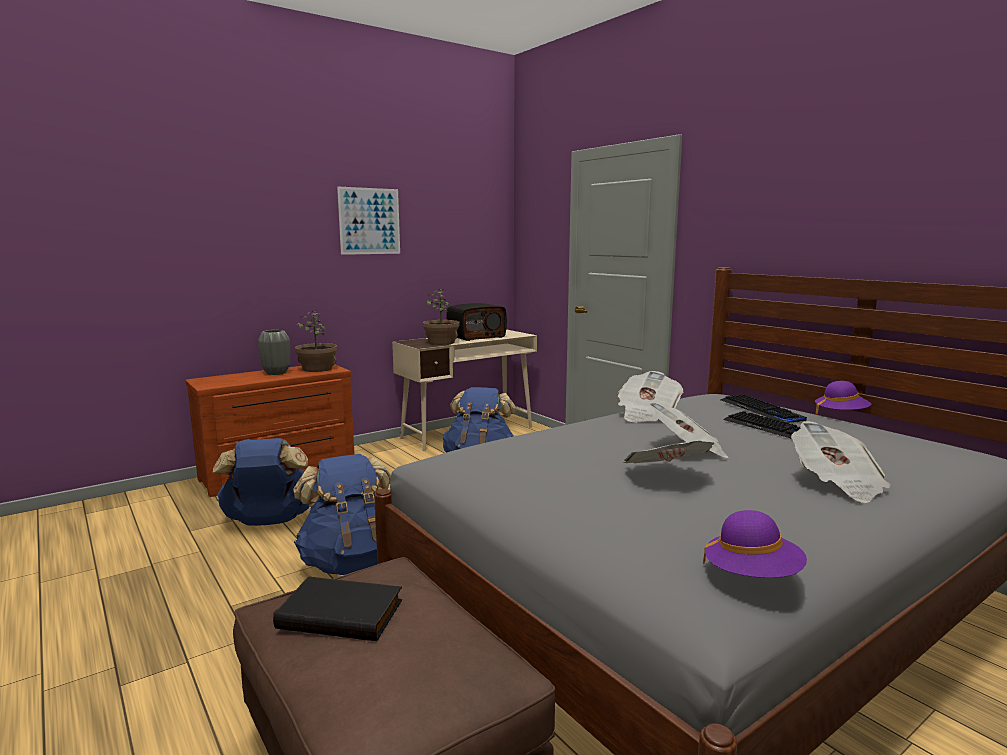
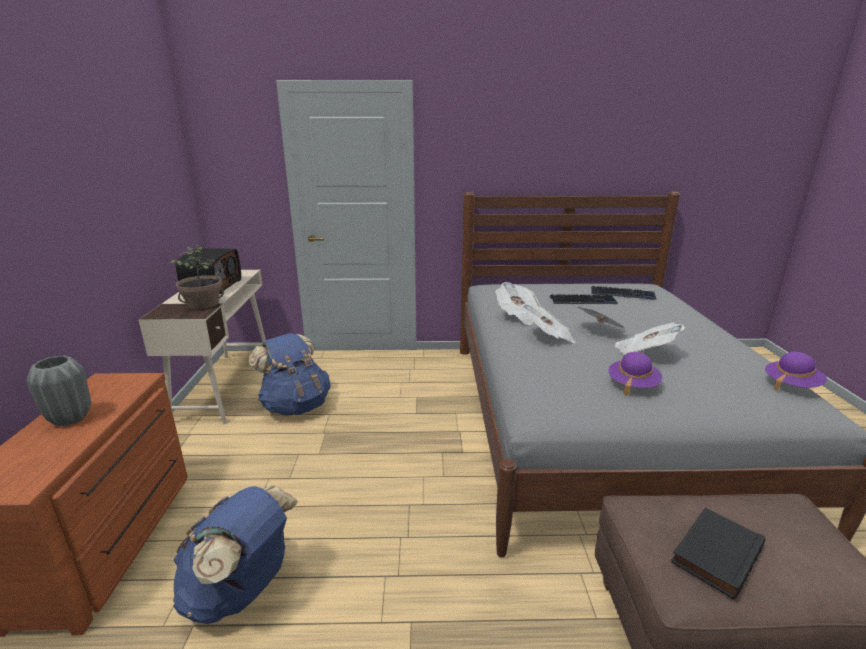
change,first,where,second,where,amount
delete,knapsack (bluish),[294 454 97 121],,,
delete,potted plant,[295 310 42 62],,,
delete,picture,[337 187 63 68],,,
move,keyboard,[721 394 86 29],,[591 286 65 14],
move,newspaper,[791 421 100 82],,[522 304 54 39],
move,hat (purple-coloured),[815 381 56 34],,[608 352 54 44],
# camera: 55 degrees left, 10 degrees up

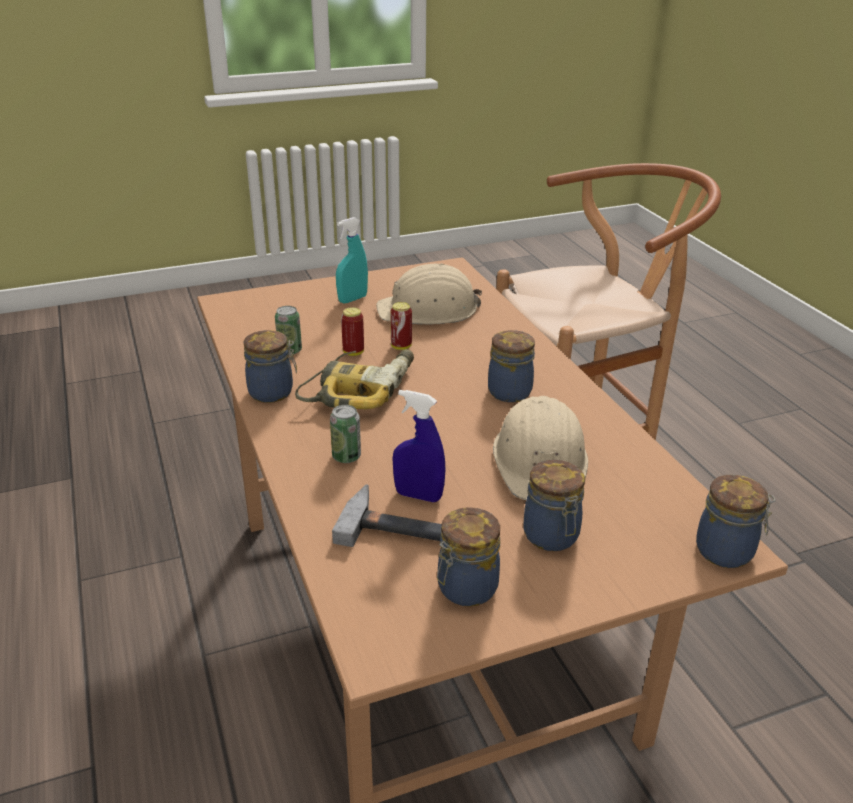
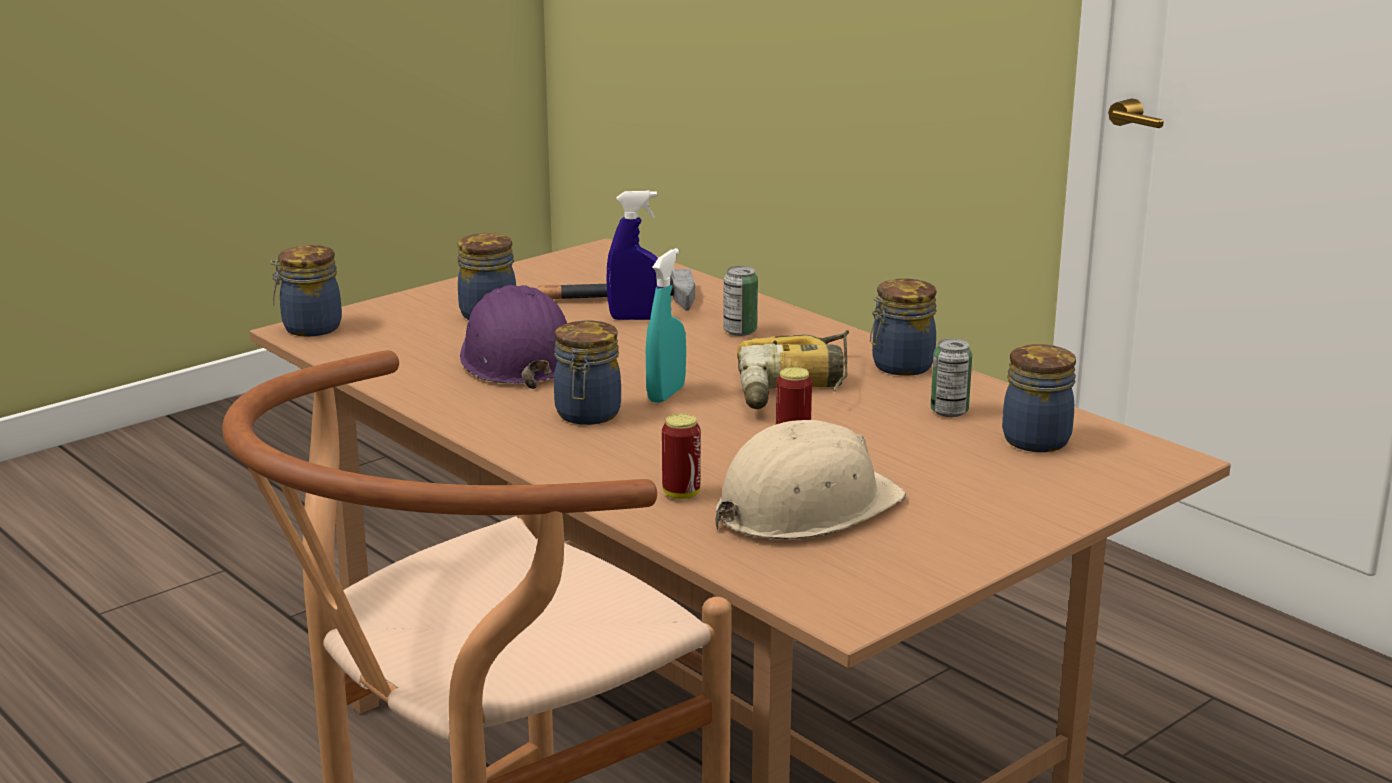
change,first,where,second,where,amount
move,hand sprayer (blue-green),[336 217 32 86],,[646 248 40 155],
move,can,[341 307 23 49],,[662 414 39 85],
move,preserve jar,[437 507 63 100],,[1002 344 74 108],
recolor,safety helmet (beige),[493 396 95 104],safety helmet (purple-coloured),[460 285 107 104],
# camera: 160 degrees right, 10 degrees down

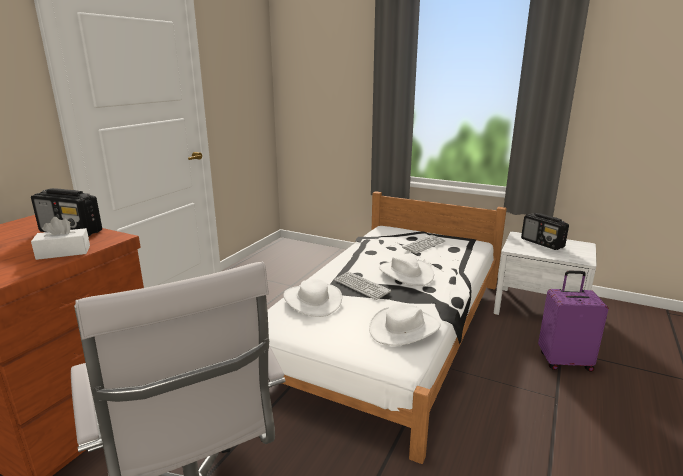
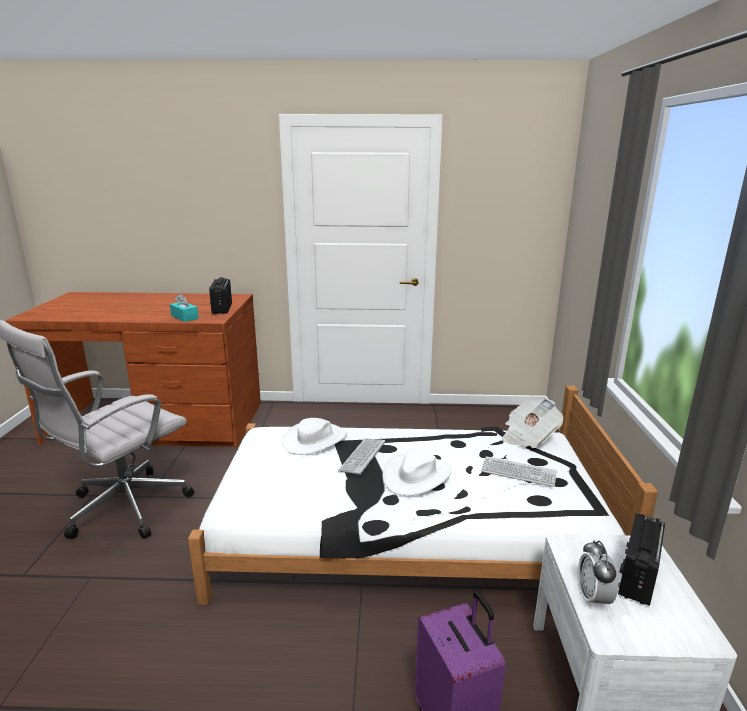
change,first,where,second,where,amount
delete,hat (white-coloured),[369 303 71 43],,,
insert,,,newspaper,[502 399 61 49],
insert,,,table clock,[578 540 40 69],
recolor,tissue holder (white-coloured),[31 217 59 43],tissue holder (blue-green),[170 294 29 28],
# camera: 65 degrees right, 0 degrees up

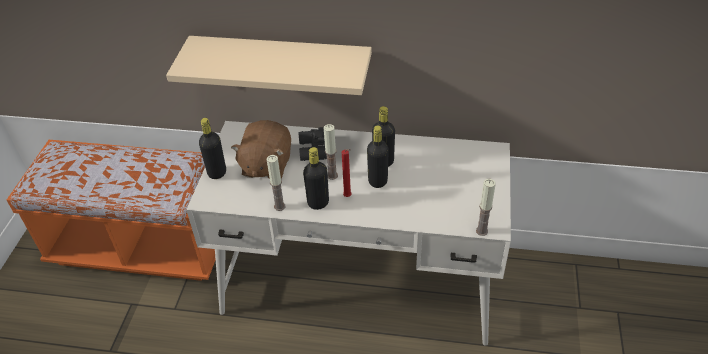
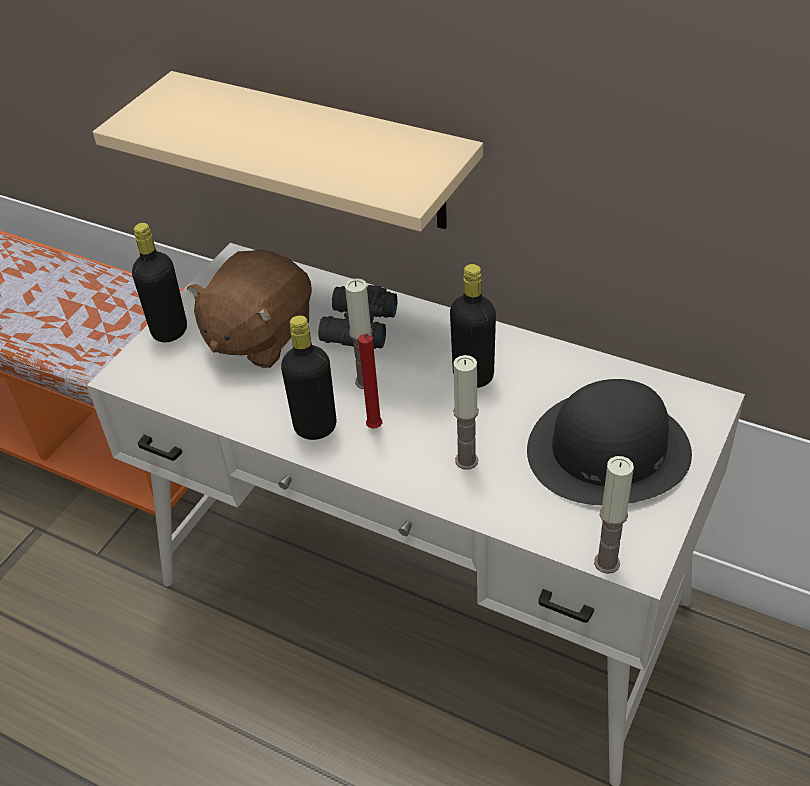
change,first,where,second,where,amount
delete,drink bottle (black),[367 125 22 63],,,
insert,,,hat (black),[527 379 165 126],
move,wax light,[267 155 18 56],,[453 355 26 115],
# camera: 20 degrees right, 0 degrees up

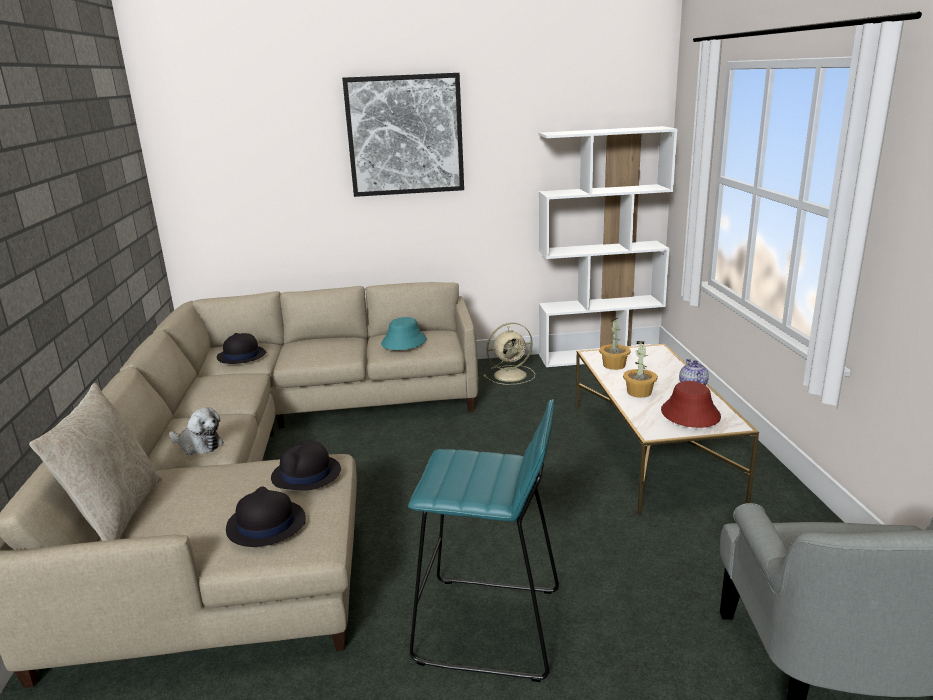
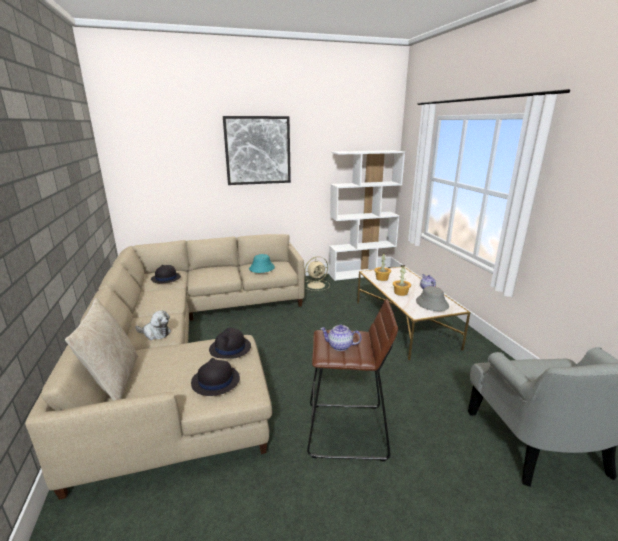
change,first,where,second,where,amount
insert,,,tea pot,[320 324 42 27],
recolor,stool (blue-green),[408 399 151 283],stool (brown),[307 299 91 162],
recolor,hat (red-coloured),[661 381 60 47],hat (grey),[416 286 33 25],
# camera: 10 degrees left, 0 degrees up

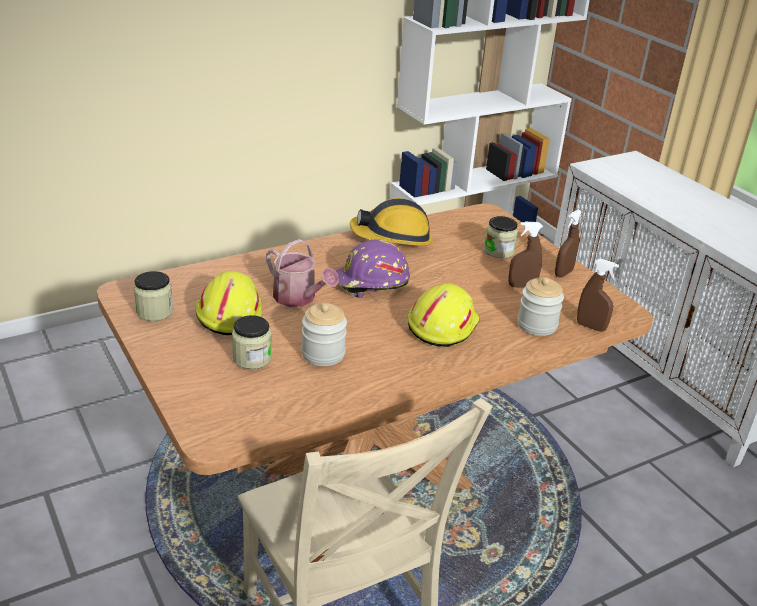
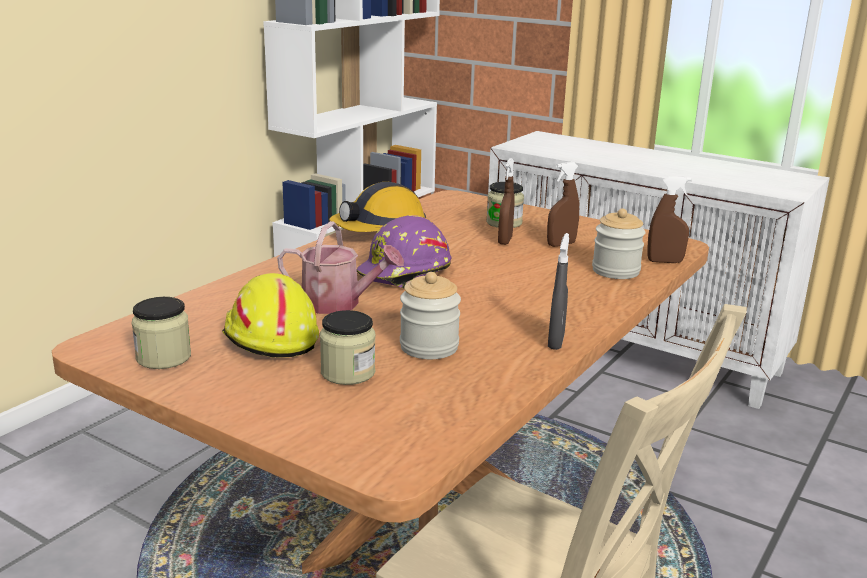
change,first,where,second,where,amount
delete,safety helmet (yellow),[408 283 72 64],,,
insert,,,hand sprayer (grey),[548 233 21 117],
move,hand sprayer (brown),[555 210 27 68],,[498 158 17 87],
# camera: 25 degrees left, 10 degrees down

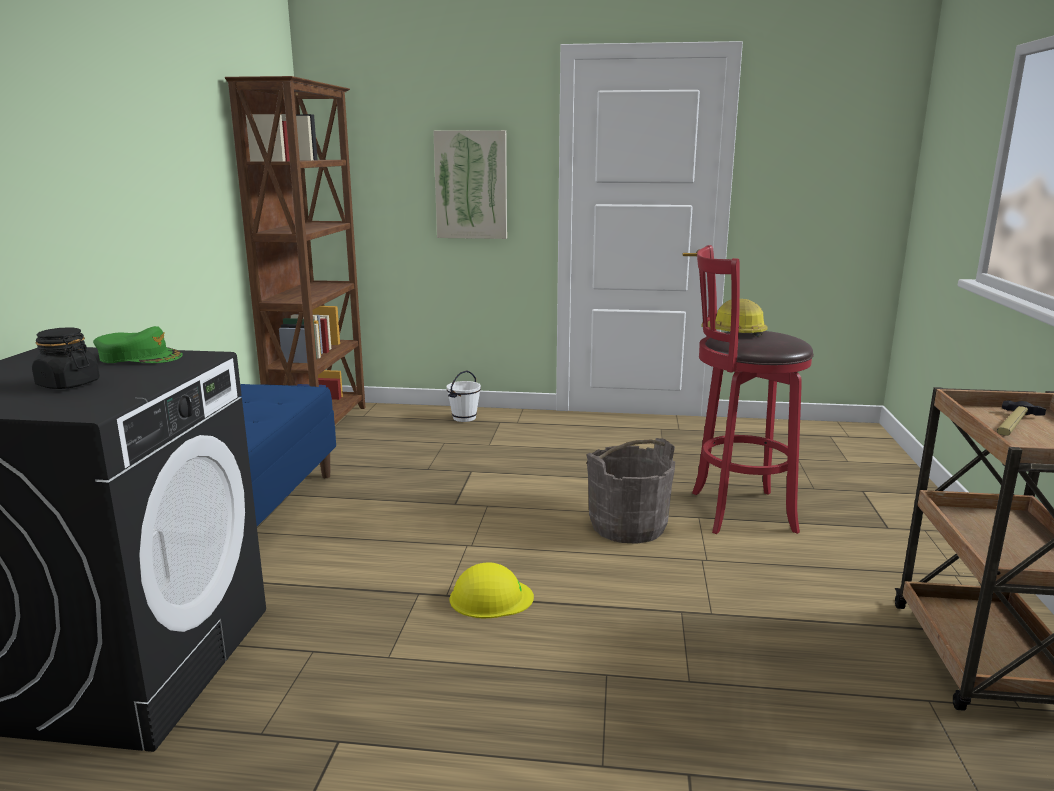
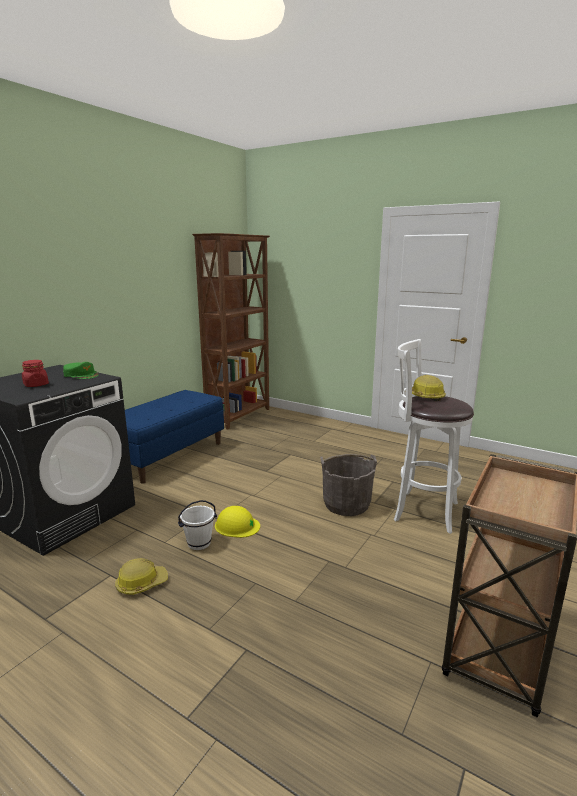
change,first,where,second,where,amount
delete,picture,[433 130 74 109],,,
delete,hand hammer,[997 401 49 35],,,
insert,,,safety helmet,[115 558 53 37],
move,pail (white-coloured),[447 370 34 52],,[178 500 39 50],
recolor,preserve jar (black),[32 327 68 62],preserve jar (red-coloured),[22 360 27 27],
recolor,stool (red-coloured),[692 245 122 289],stool (white-coloured),[394 339 80 195],
# camera: 25 degrees right, 0 degrees up

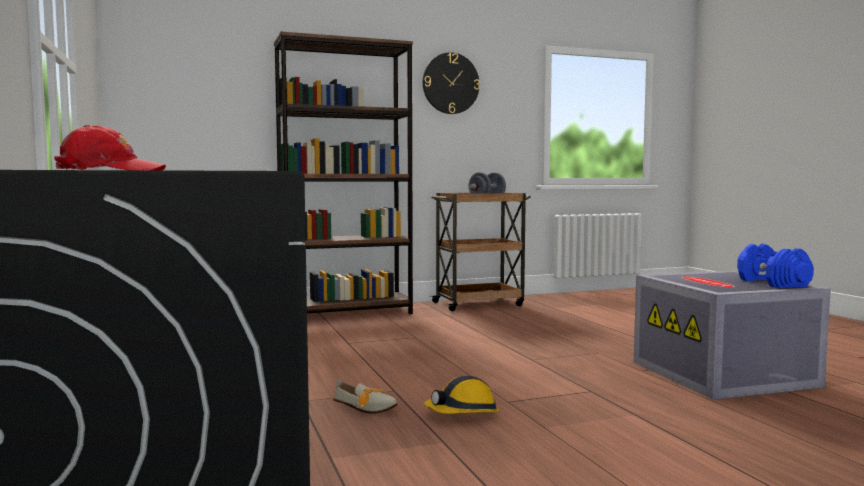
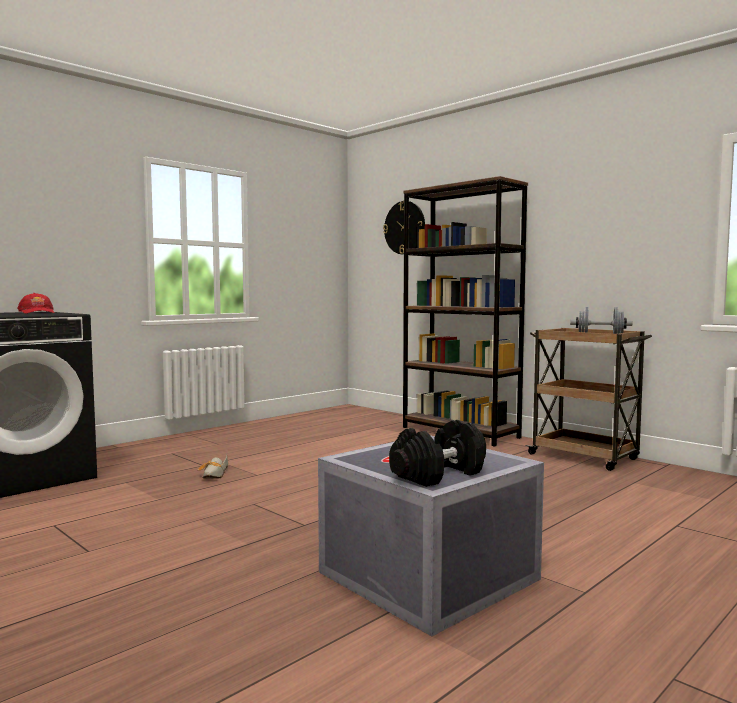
change,first,where,second,where,amount
delete,safety helmet,[424 375 76 39],,,
move,wall clock,[423 52 57 62],,[383 201 42 53],
recolor,dumbbell (bluish),[737 244 77 44],dumbbell (black),[389 420 97 67],
# camera: 65 degrees right, 0 degrees up

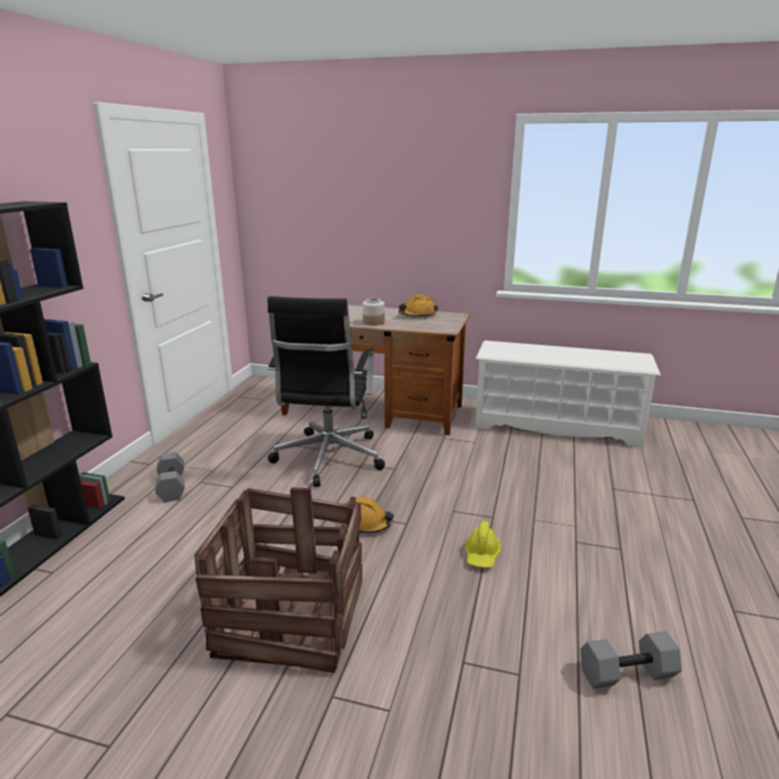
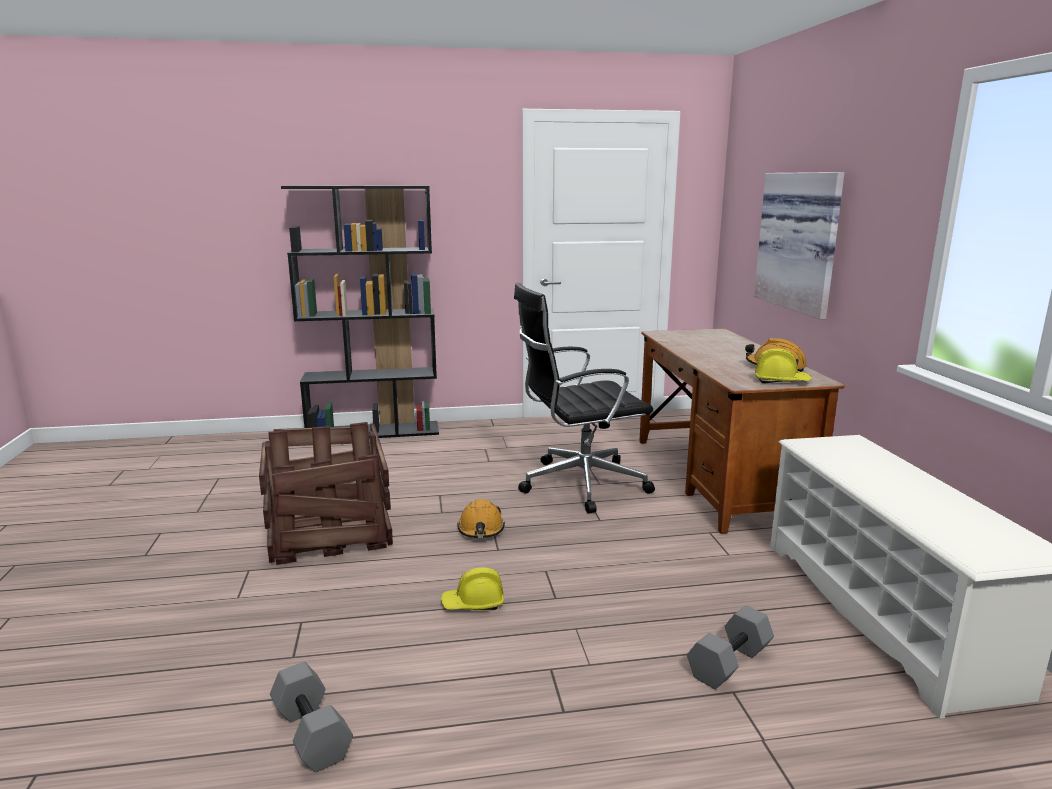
change,first,where,second,where,amount
delete,preserve jar,[363 298 22 28],,,
insert,,,picture,[754 172 90 147],
insert,,,safety helmet (yellow),[755 348 57 35],
move,dumbbell (grey),[155 452 30 50],,[687 605 87 84],
# camera: 65 degrees right, 5 degrees down

